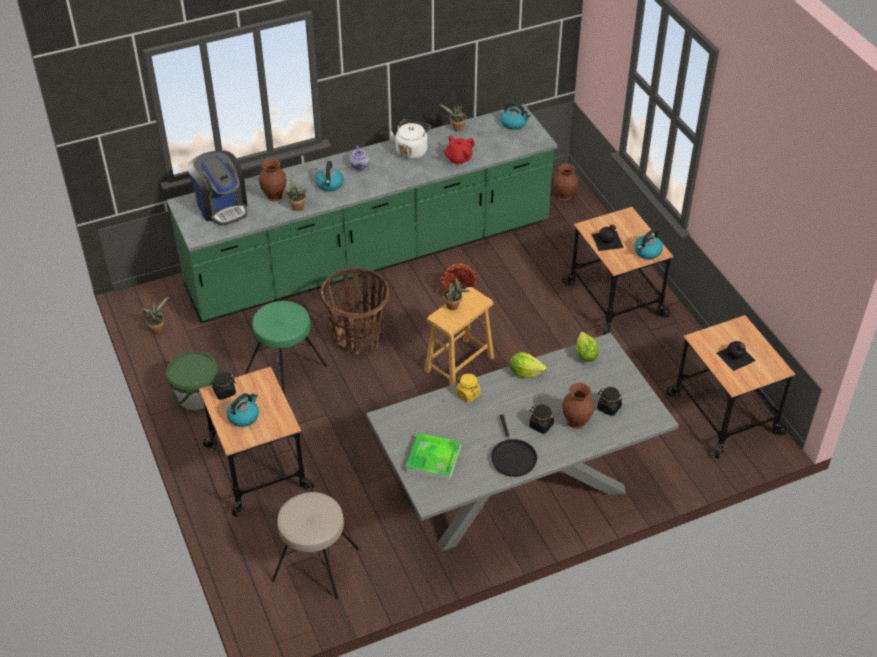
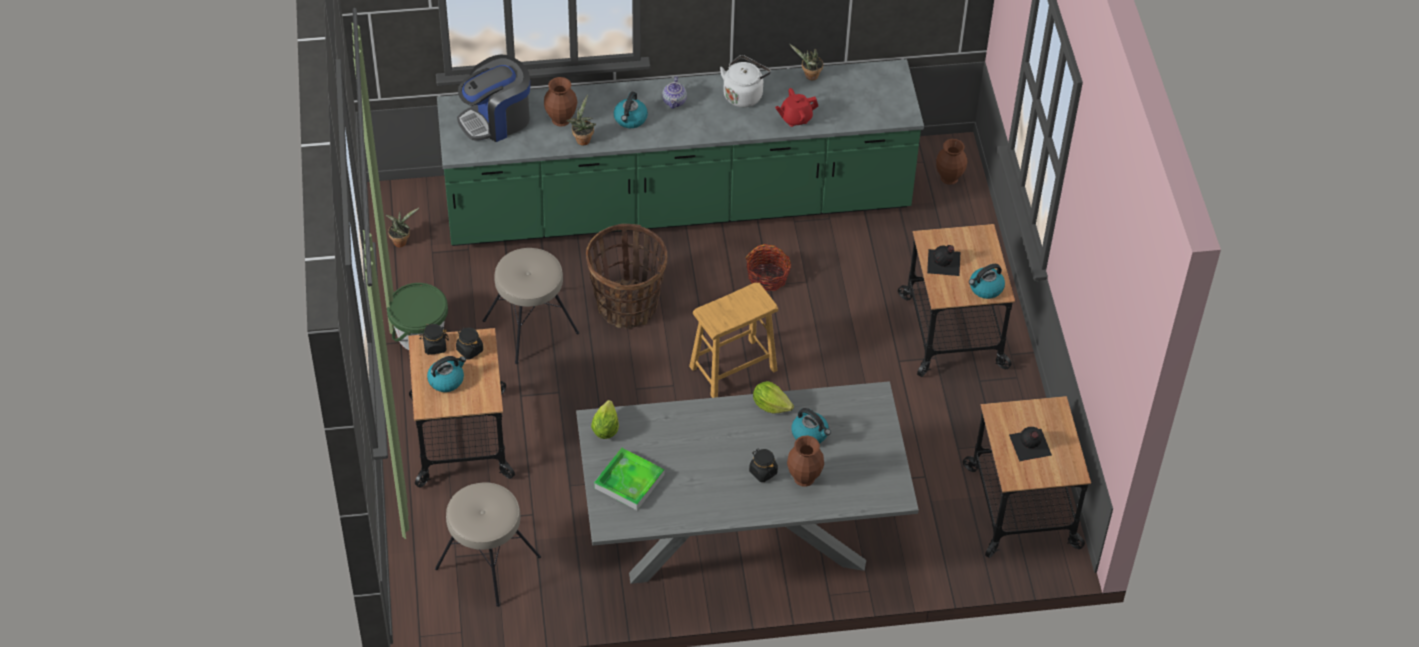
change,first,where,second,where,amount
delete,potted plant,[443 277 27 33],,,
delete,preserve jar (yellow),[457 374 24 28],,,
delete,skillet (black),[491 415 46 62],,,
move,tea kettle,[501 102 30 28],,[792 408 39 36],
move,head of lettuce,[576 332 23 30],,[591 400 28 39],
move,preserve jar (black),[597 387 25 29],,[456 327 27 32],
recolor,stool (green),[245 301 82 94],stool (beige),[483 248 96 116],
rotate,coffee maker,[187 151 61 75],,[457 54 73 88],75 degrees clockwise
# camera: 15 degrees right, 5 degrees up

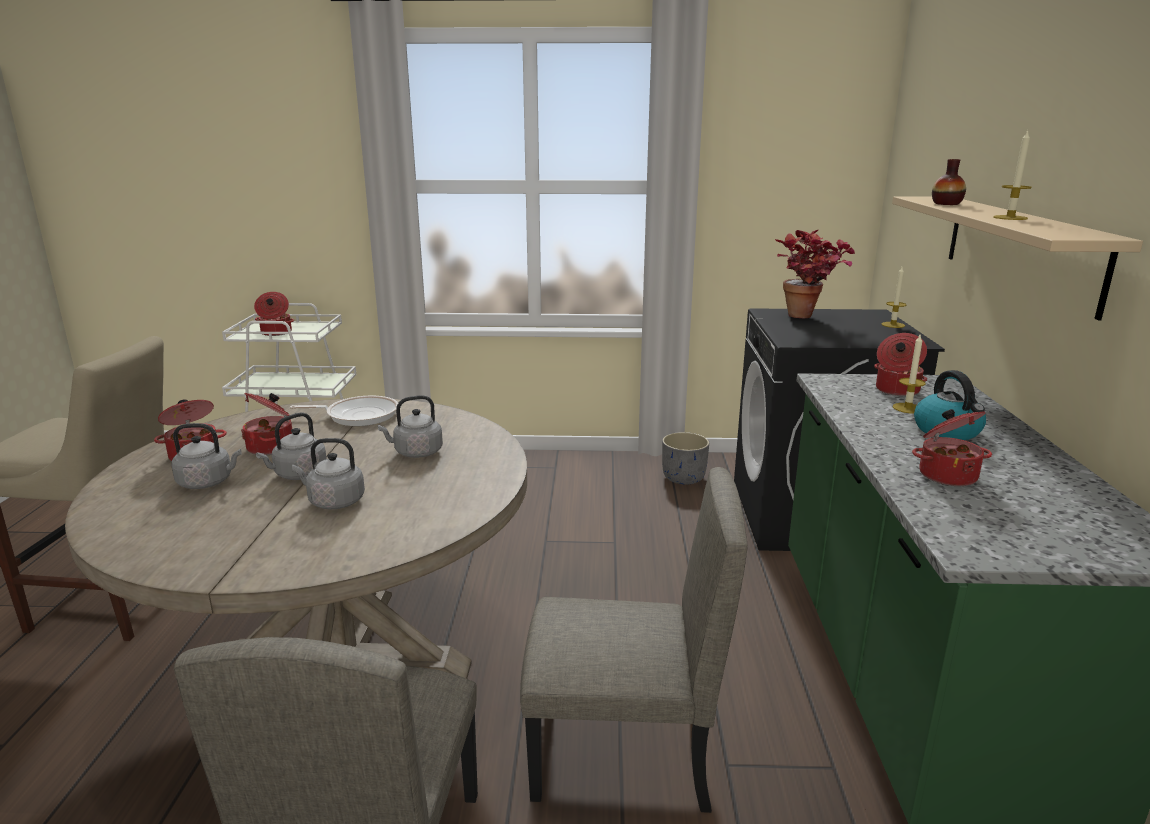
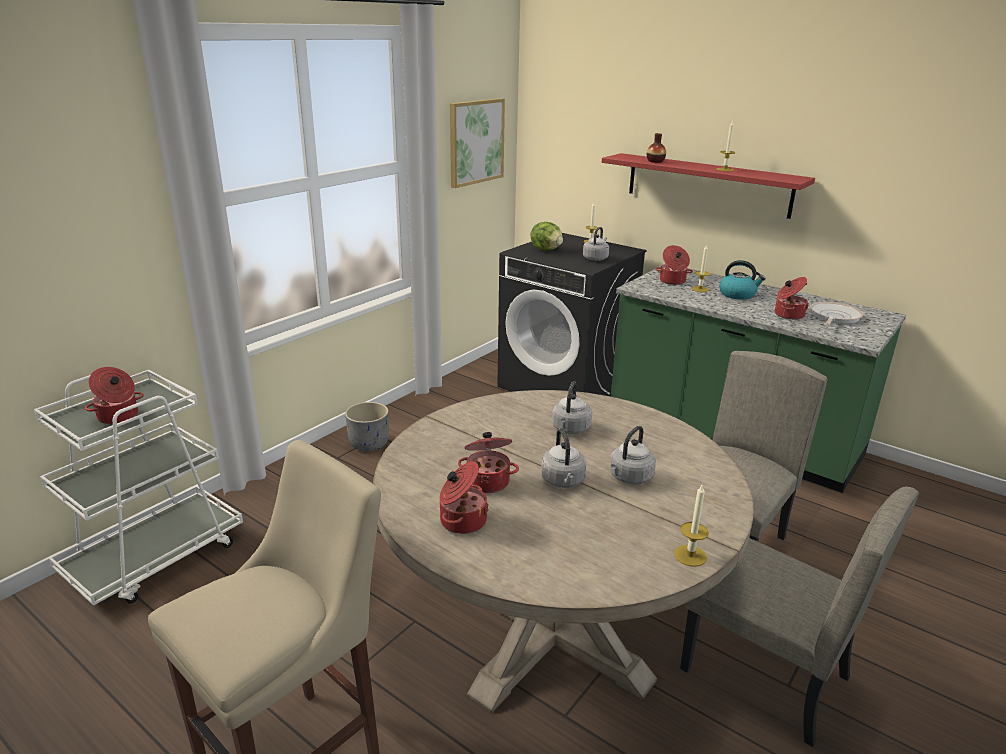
change,first,where,second,where,amount
insert,,,picture,[450 98 55 90],
insert,,,wax light,[674 485 35 82],
move,tea kettle (grey),[171 423 70 66],,[583 227 26 34],
move,skillet,[290 396 108 30],,[810 302 54 23],
move,flower pot (grey),[662 432 47 53],,[345 402 44 49],
replace,potted plant,[775 230 80 88],head of lettuce,[531 222 32 29],
recolor,bracket shelf (beige),[892 196 251 124],bracket shelf (red-coloured),[602 153 213 66],
# camera: 55 degrees left, 5 degrees up

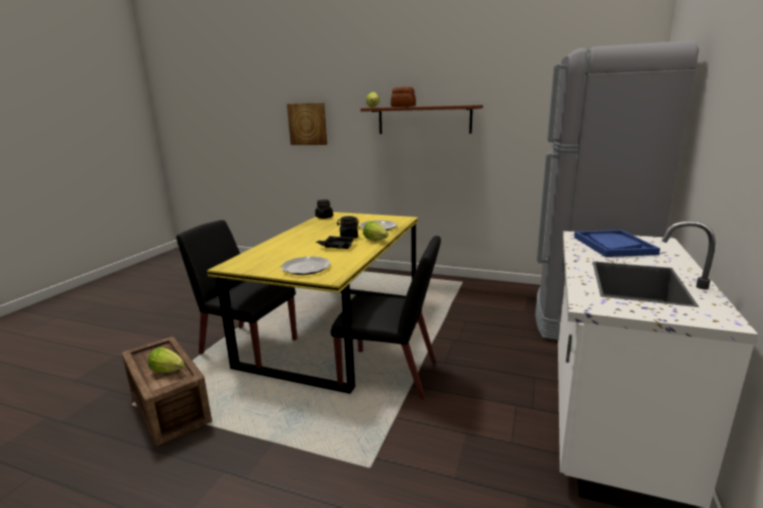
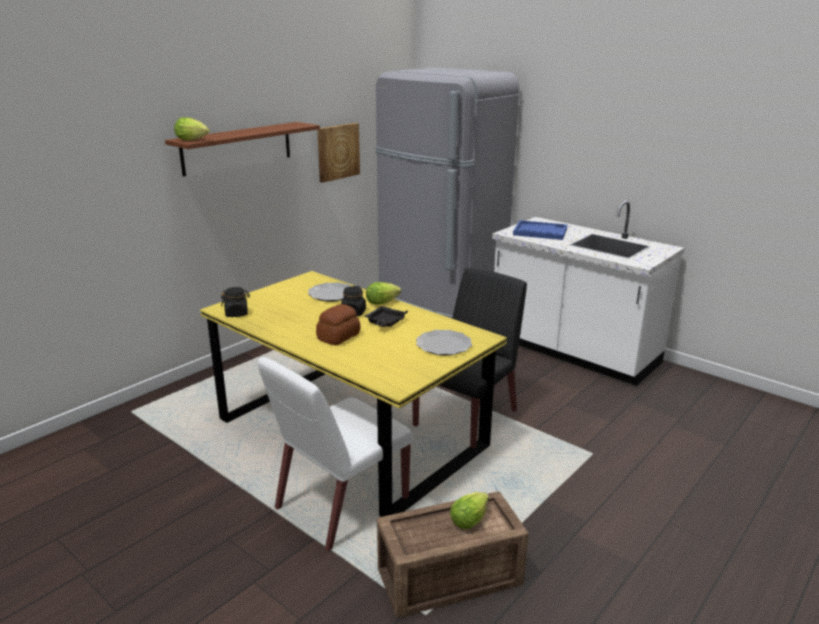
change,first,where,second,where,amount
move,picture,[287 103 40 42],,[317 123 43 60],
move,baked bread,[391 87 25 20],,[316 304 45 41],
recolor,upright chair (black),[176 220 121 148],upright chair (white-coloured),[258 357 155 194],
# camera: 70 degrees left, 5 degrees up

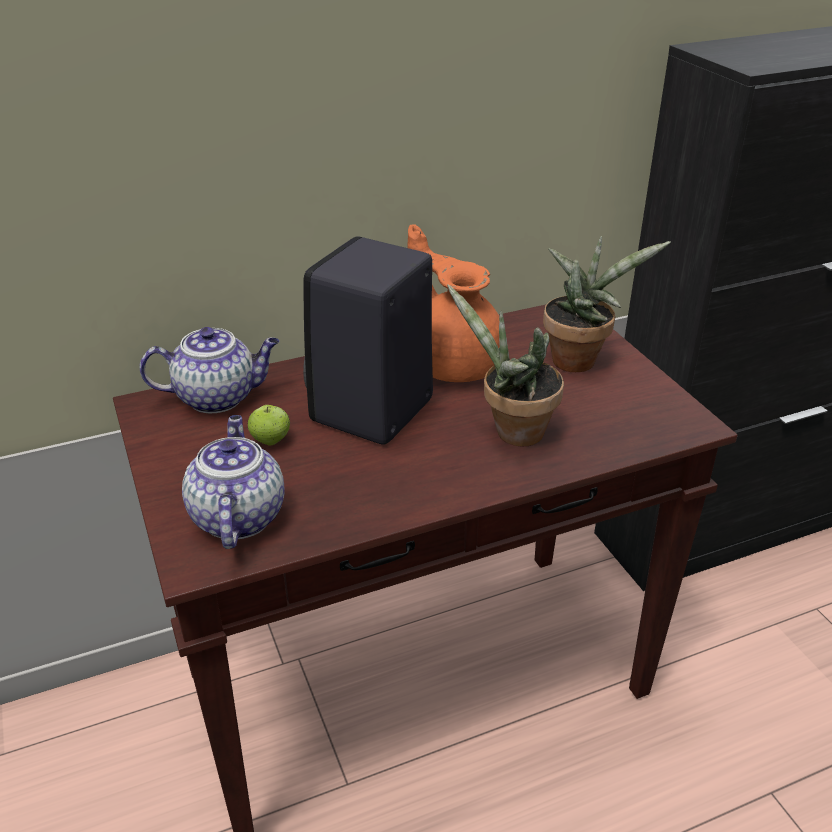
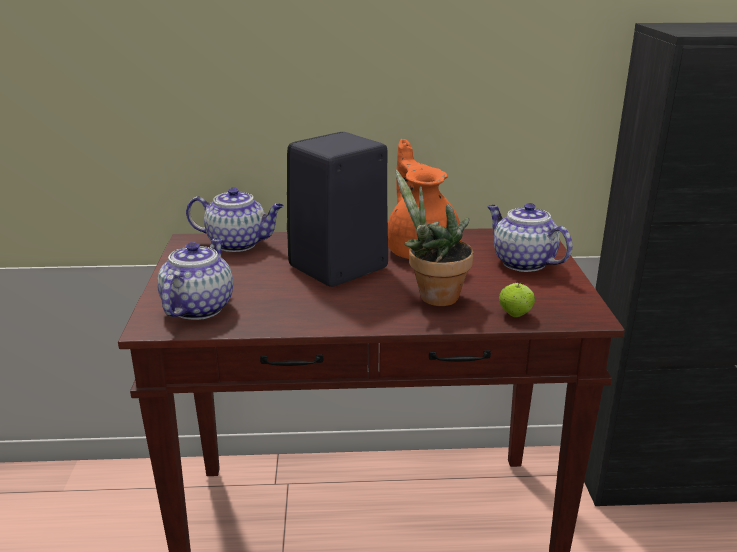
change,first,where,second,where,amount
move,apple fruit,[247 405 43 40],,[499 282 36 35],
replace,potted plant,[543 236 127 136],tea pot,[487 203 86 69],
# camera: 20 degrees right, 10 degrees down

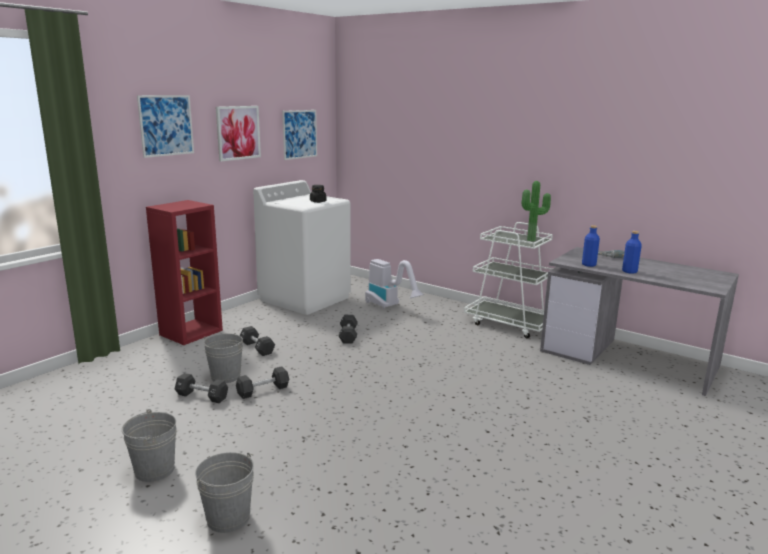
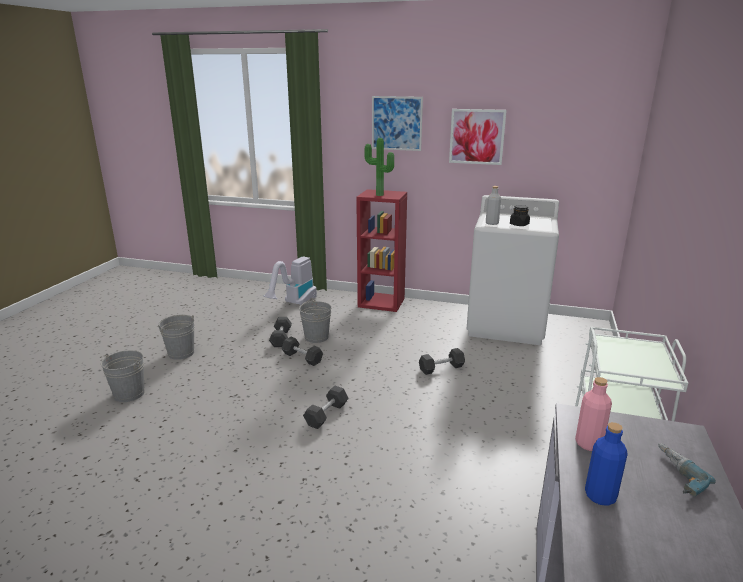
change,first,where,second,where,amount
delete,picture,[282 110 35 50],,,
insert,,,drink bottle (grey),[486 186 15 39],
move,dumbbell (black),[240 326 35 30],,[303 386 45 43],
move,vacuum cleaner,[365 259 59 50],,[263 257 54 48],
move,potted plant,[522 181 29 60],,[364 138 30 58],
recolor,drink bottle (bluish),[582 225 18 42],drink bottle (pink),[575 377 37 74],
# camera: 70 degrees right, 5 degrees up

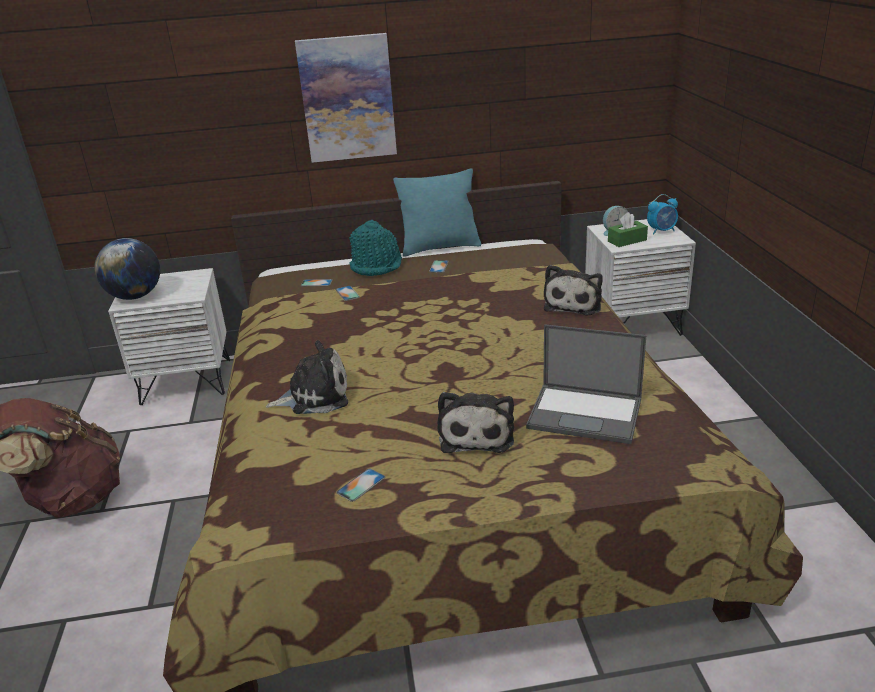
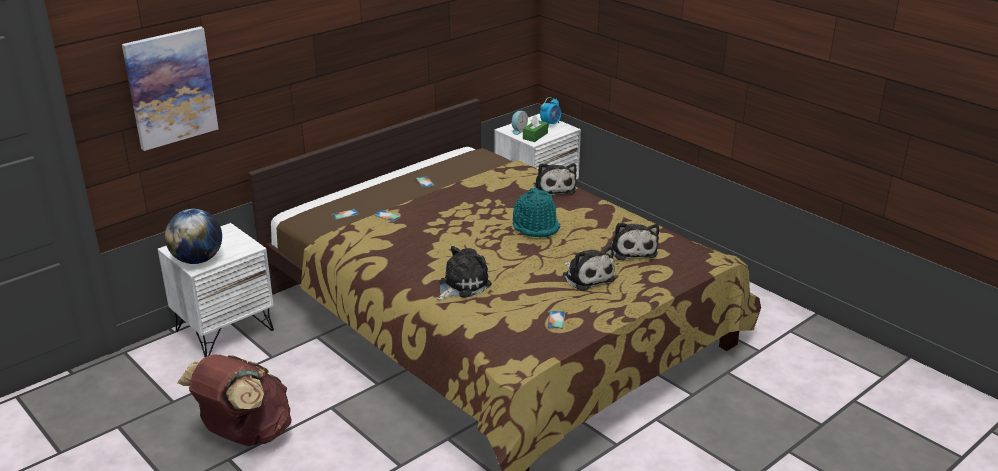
change,first,where,second,where,amount
delete,cushion (blue-green),[393 168 88 89],,,
move,picture,[295 33 102 130],,[122 26 97 125],
move,hat (blue-green),[349 220 53 56],,[513 187 48 51],
replace,portable computer,[526 324 120 120],cuddly toy,[610 223 49 37],
# camera: 35 degrees left, 0 degrees up

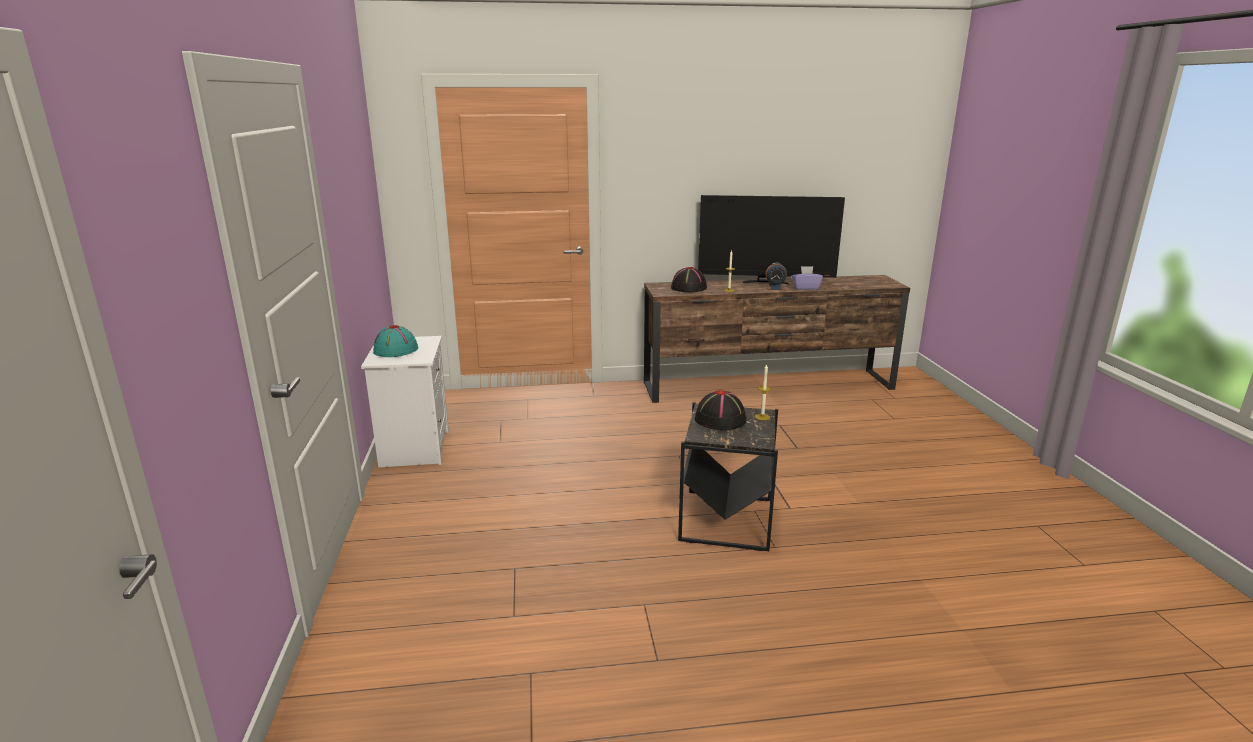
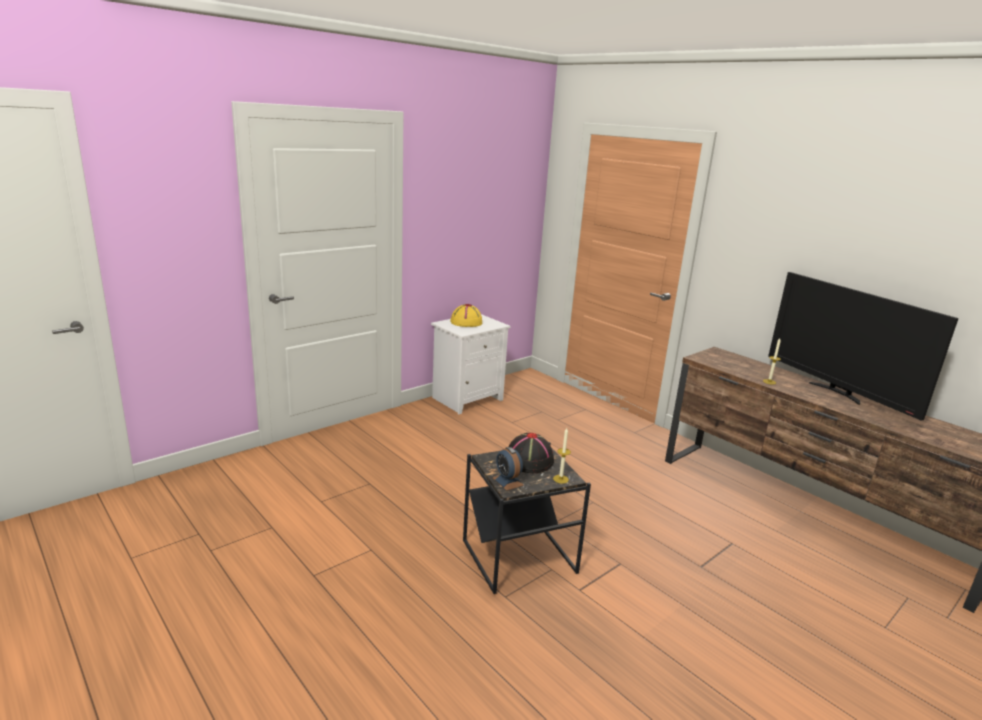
change,first,where,second,where,amount
delete,hat (black),[671 267 36 25],,,
delete,tissue holder (purple-coloured),[791 266 32 24],,,
move,table clock,[765 263 22 27],,[493 447 31 44],
recolor,hat (blue-green),[373 325 45 32],hat (yellow),[450 304 32 23],
# camera: 55 degrees right, 0 degrees up

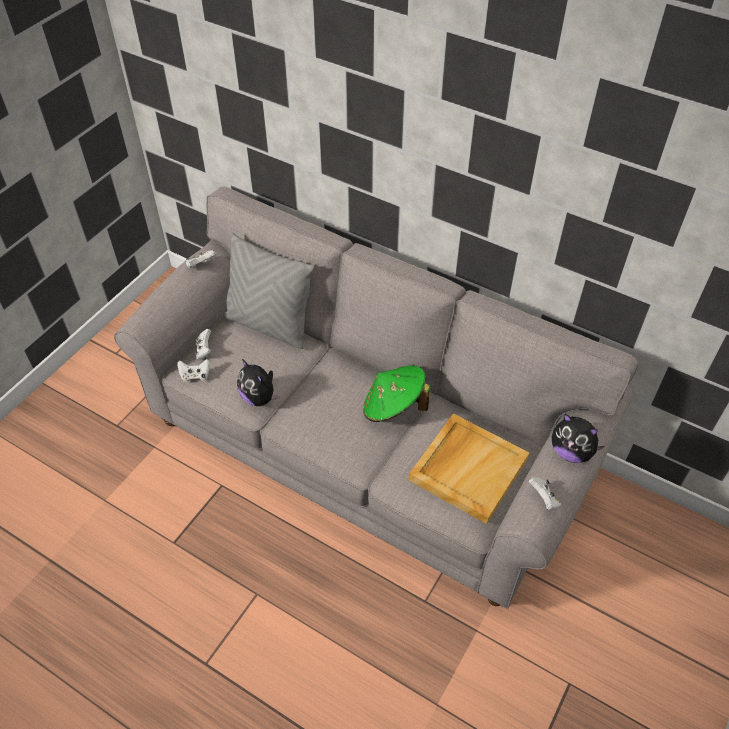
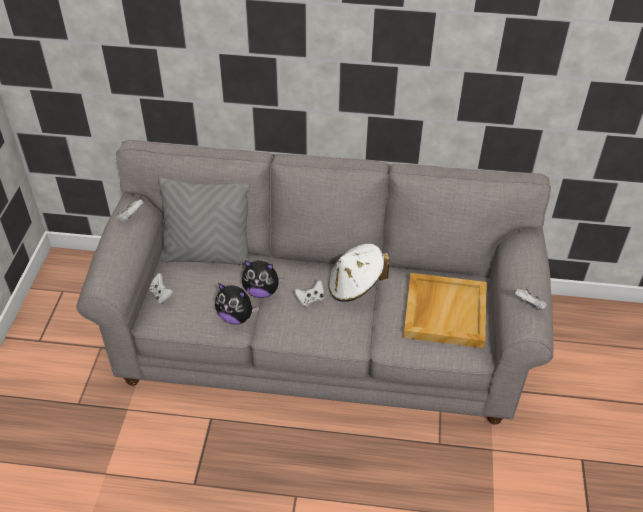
change,first,where,second,where,amount
move,gamepad (white-coloured),[177 359 33 23],,[294 280 30 27],
move,cuddly toy,[552 414 53 49],,[242 260 42 38],
recolor,hat (green),[363 365 68 57],hat (white-coloured),[328 244 61 58],
# camera: 25 degrees left, 5 degrees down

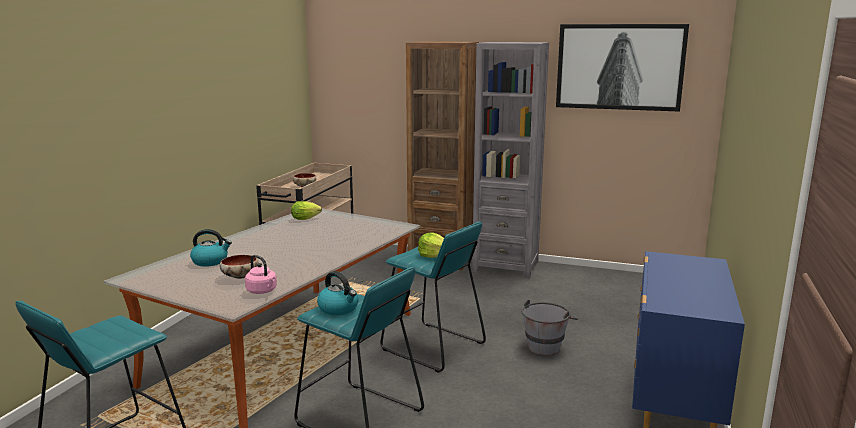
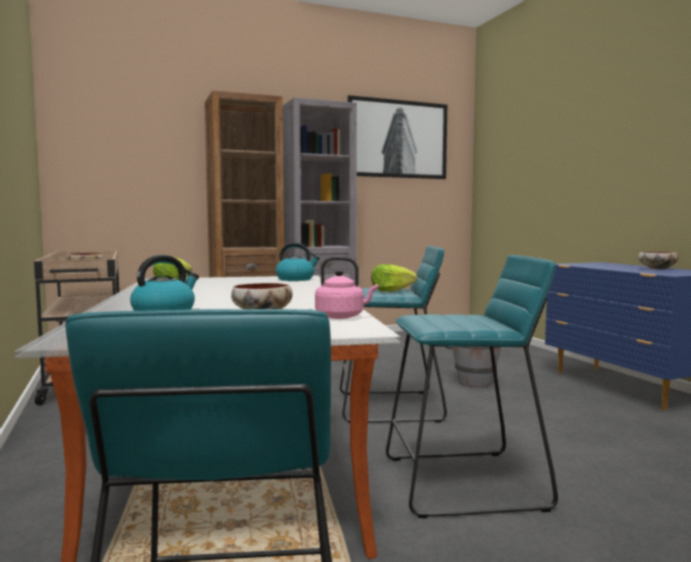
change,first,where,second,where,amount
insert,,,deep dish,[638 251 40 19],
move,tea kettle,[317 271 42 44],,[276 243 44 38],
# camera: 40 degrees left, 10 degrees down

